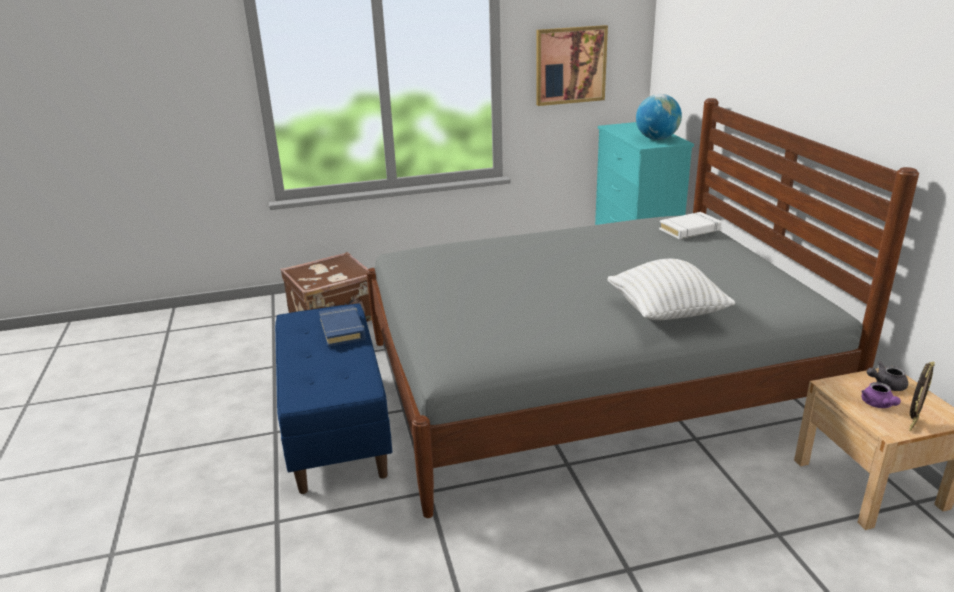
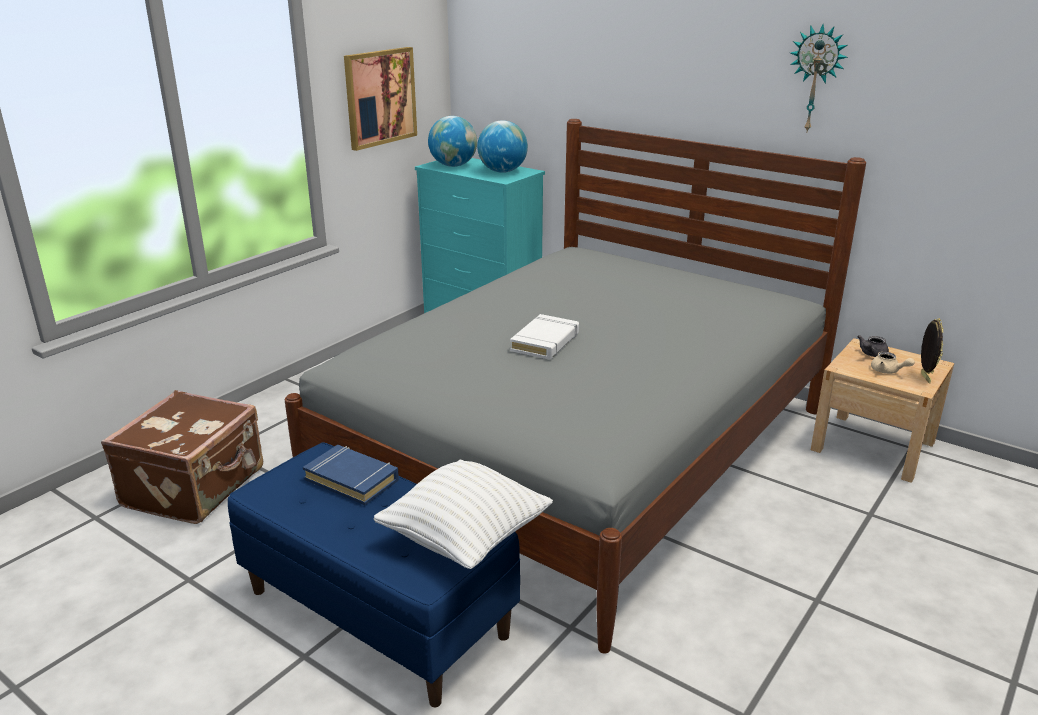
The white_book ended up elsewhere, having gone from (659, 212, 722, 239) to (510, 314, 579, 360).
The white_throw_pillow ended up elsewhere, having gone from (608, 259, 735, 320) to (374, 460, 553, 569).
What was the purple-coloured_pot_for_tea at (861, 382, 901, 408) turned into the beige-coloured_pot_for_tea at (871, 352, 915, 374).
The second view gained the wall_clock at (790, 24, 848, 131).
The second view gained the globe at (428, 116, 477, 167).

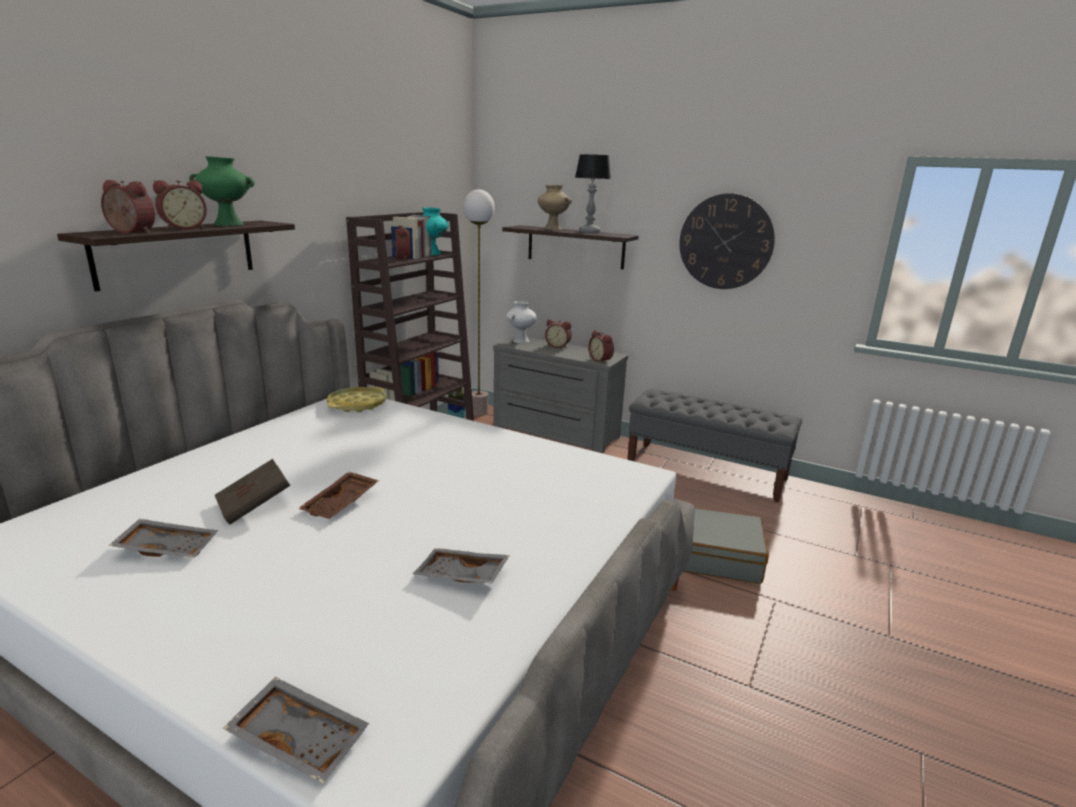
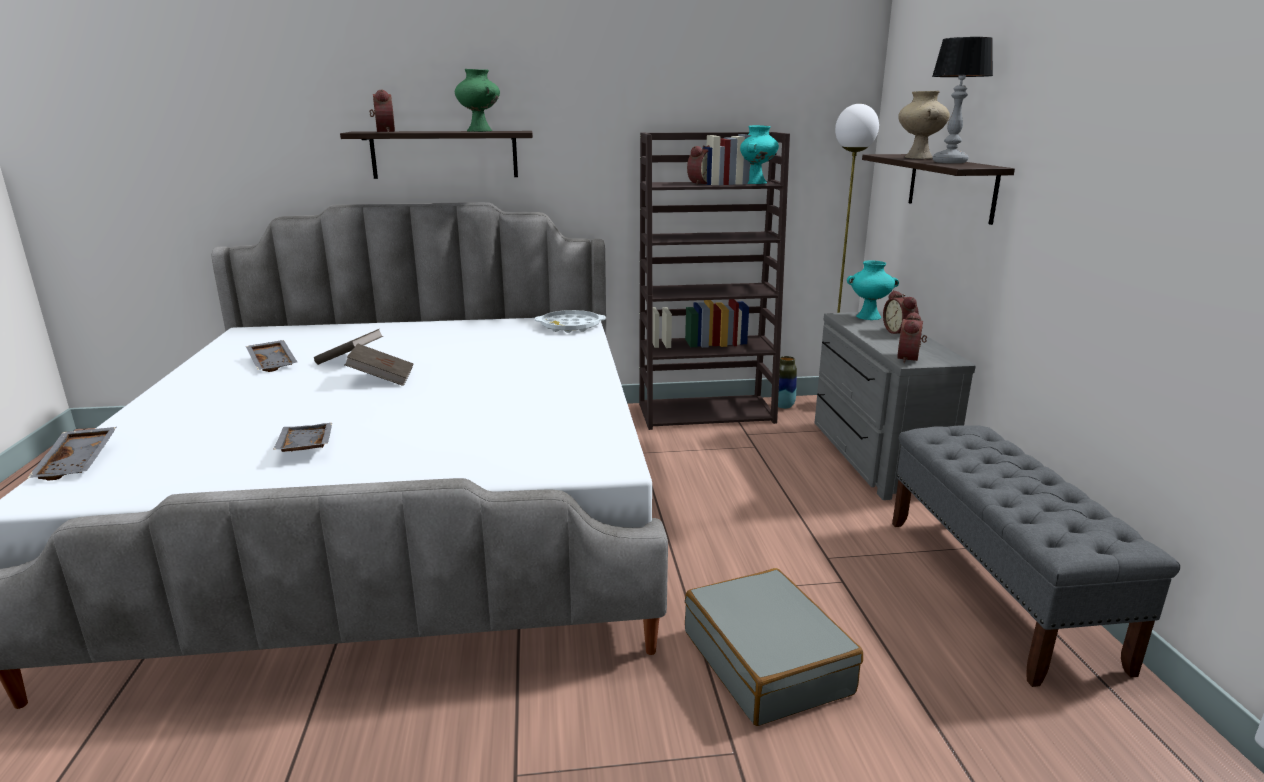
The second view lost the bedside_clock at (153, 180, 207, 229).
The second view lost the wall_clock at (679, 193, 775, 289).
What was the white_decorative_vase at (506, 301, 537, 343) turned into the turquoise_decorative_vase at (847, 260, 899, 320).
What was the yellow_tray at (327, 387, 386, 412) turned into the white_tray at (535, 310, 606, 333).
Where the brown_tray stood at (298, 472, 379, 519), the brown_book came to stand at (344, 344, 413, 386).

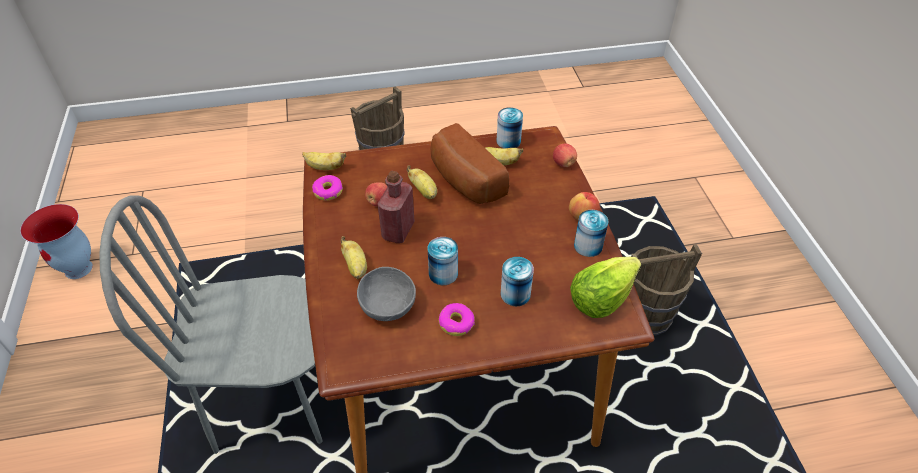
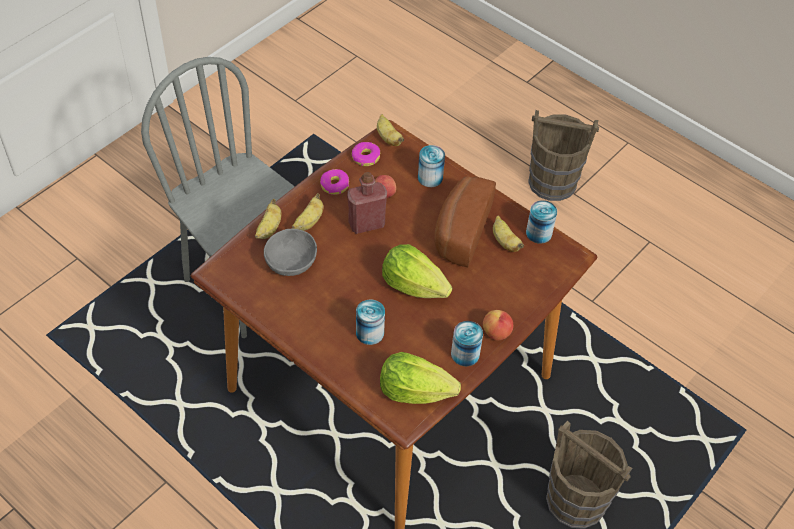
The second view lost the apple_fruit at (553, 143, 577, 167).
The banana ended up elsewhere, having gone from (407, 165, 437, 199) to (255, 199, 281, 239).
The second view lost the decorative_vase at (20, 204, 93, 279).
The metal_can ended up elsewhere, having gone from (428, 237, 458, 285) to (418, 145, 445, 187).
The donut ended up elsewhere, having gone from (439, 303, 475, 336) to (320, 169, 349, 195).
The second view gained the lettuce at (382, 244, 452, 298).

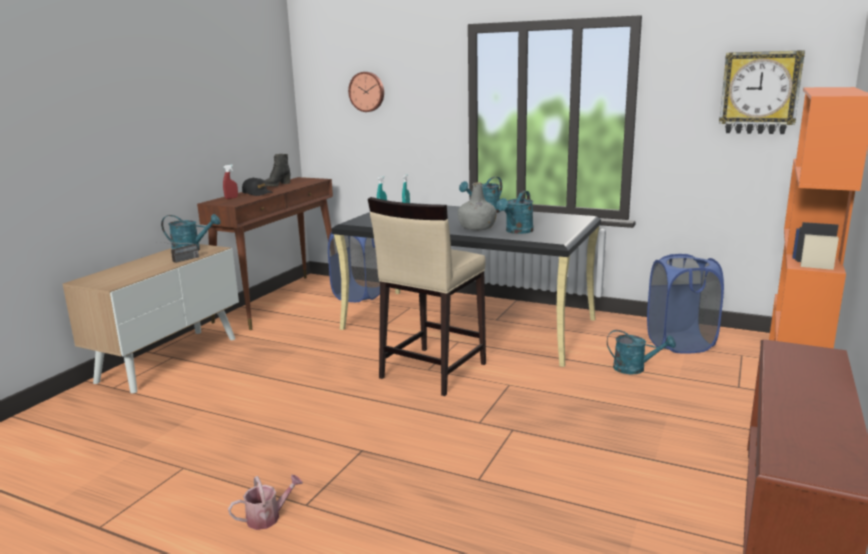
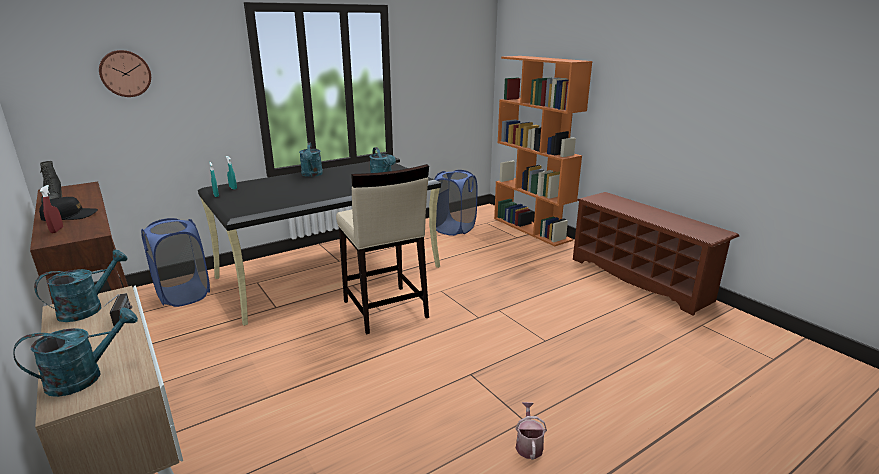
The second view lost the wall_clock at (719, 50, 805, 134).
The second view lost the greyish_drink_bottle at (458, 182, 497, 230).
The turquoise_sprinkling_can ended up elsewhere, having gone from (607, 330, 676, 374) to (14, 308, 138, 397).

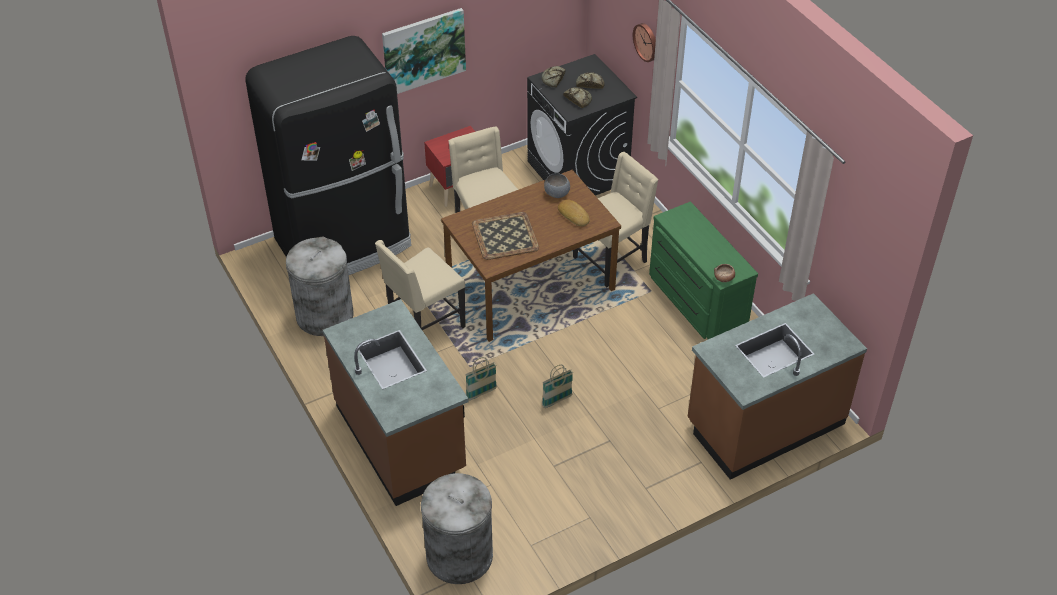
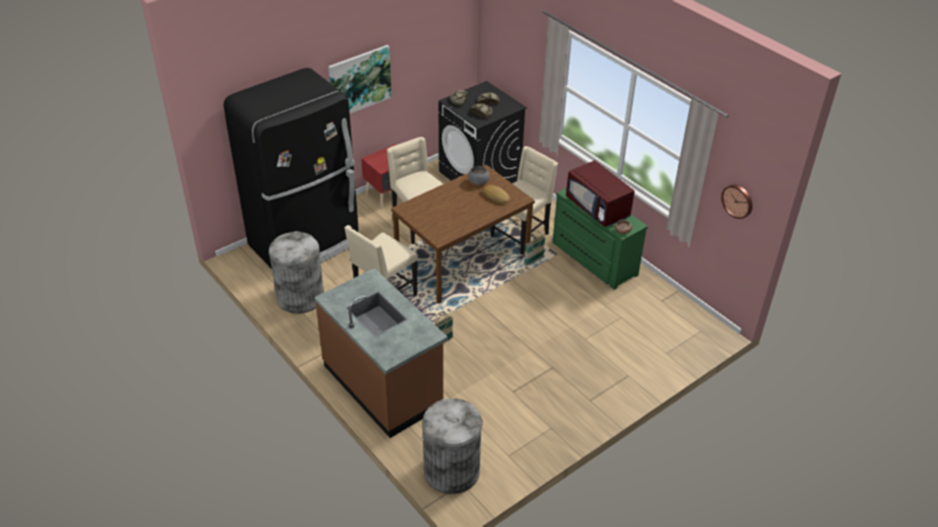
The wall_clock ended up elsewhere, having gone from (633, 23, 656, 62) to (721, 184, 753, 219).
The second view lost the tray at (472, 212, 539, 260).
The second view lost the brown_kitchen_counter at (687, 293, 867, 480).
The household_basket ended up elsewhere, having gone from (542, 365, 573, 408) to (524, 230, 546, 266).
The second view gained the red-coloured_kitchen_microwave at (566, 160, 634, 227).

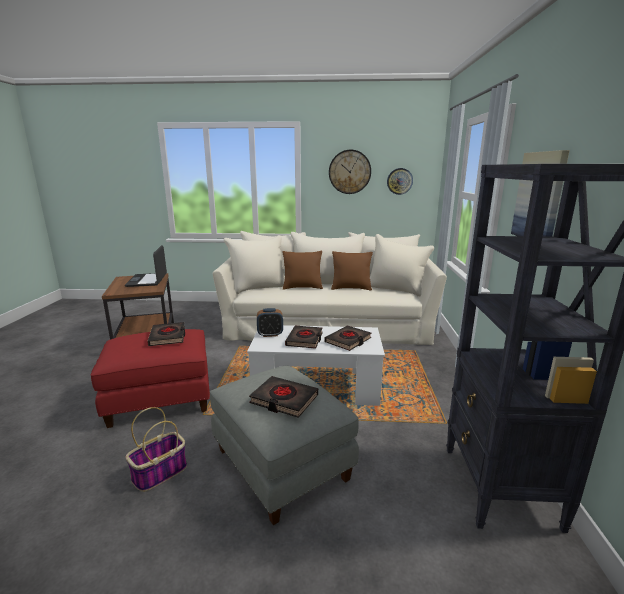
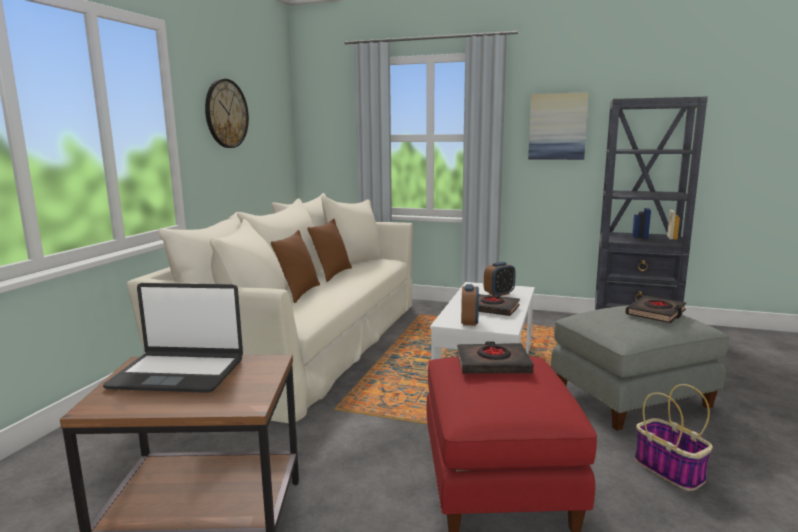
The second view lost the wall_clock at (387, 168, 413, 195).
Where the blackish_book stood at (324, 326, 371, 351), the bedside_clock came to stand at (484, 262, 516, 296).

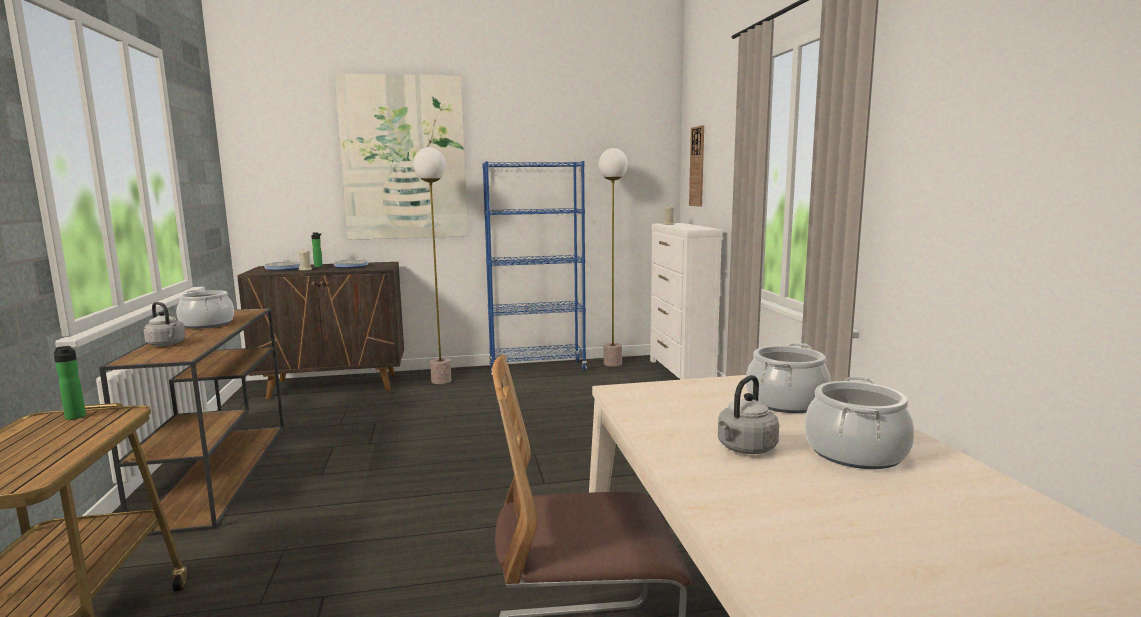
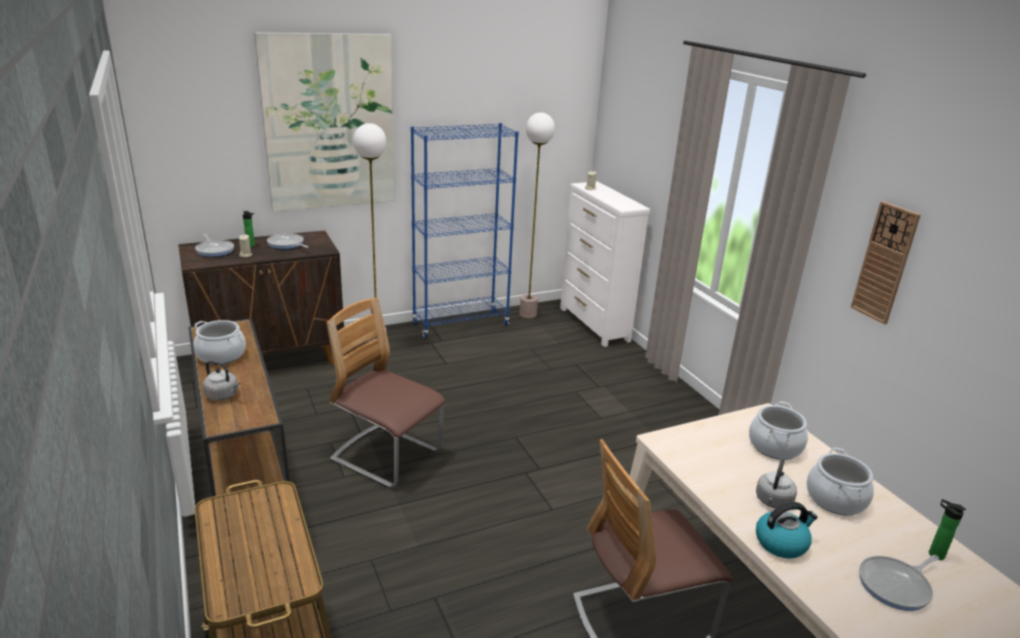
The wall_clock ended up elsewhere, having gone from (689, 125, 704, 207) to (851, 201, 921, 325).
The drink_bottle ended up elsewhere, having gone from (54, 346, 86, 420) to (929, 499, 966, 560).
The second view gained the chair at (327, 298, 445, 487).
The second view gained the tea_kettle at (756, 502, 818, 559).
The second view gained the pan at (859, 555, 939, 611).

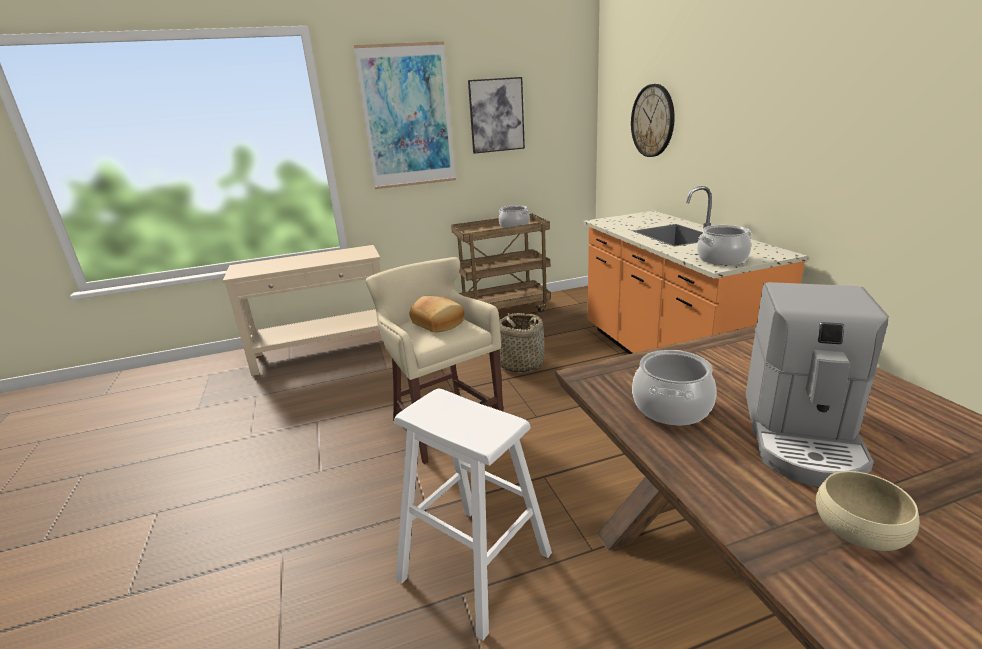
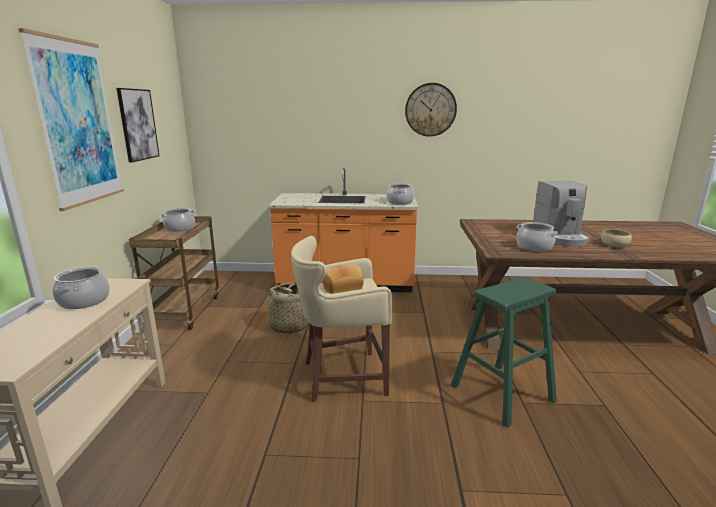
The wall_clock ended up elsewhere, having gone from (631, 84, 675, 157) to (405, 83, 457, 137).
The coffee_maker at (746, 282, 889, 487) ended up facing another way, 45 degrees clockwise from before.
What was the white_stool at (394, 389, 552, 640) turned into the green-coloured_stool at (451, 277, 557, 428).
The second view gained the saucepot at (53, 267, 110, 309).

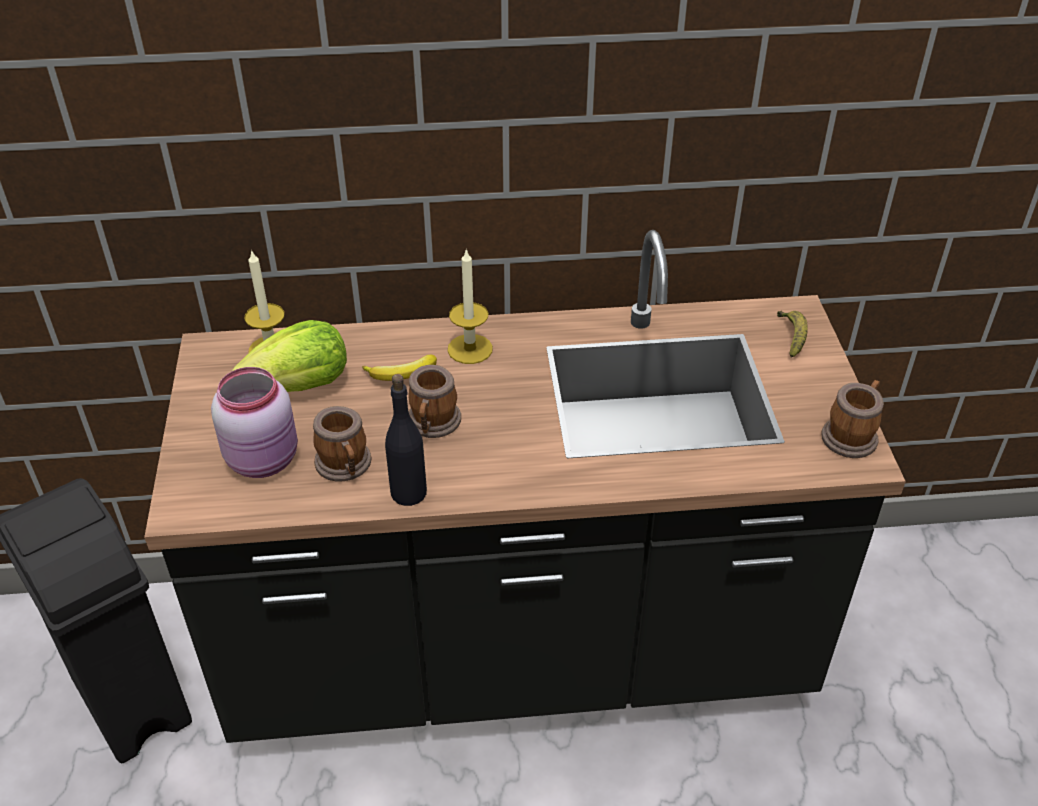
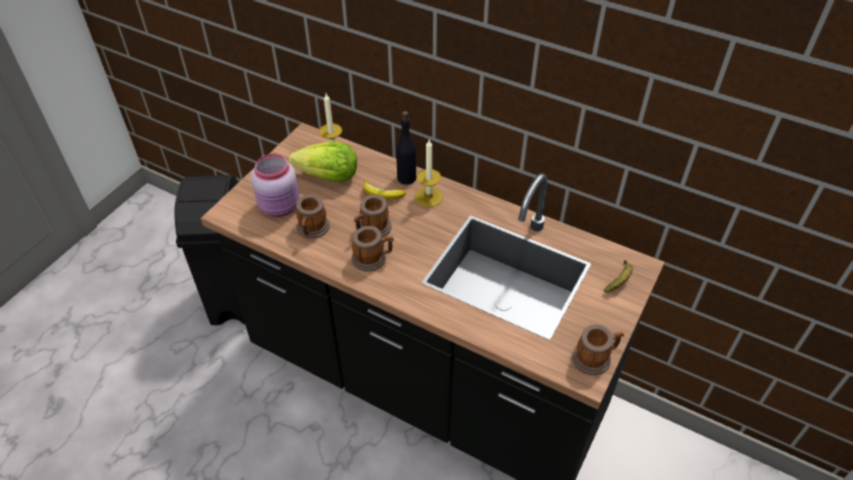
The blackish_drink_bottle ended up elsewhere, having gone from (385, 374, 427, 506) to (396, 111, 416, 185).
The second view gained the tea_mug at (352, 226, 394, 271).

